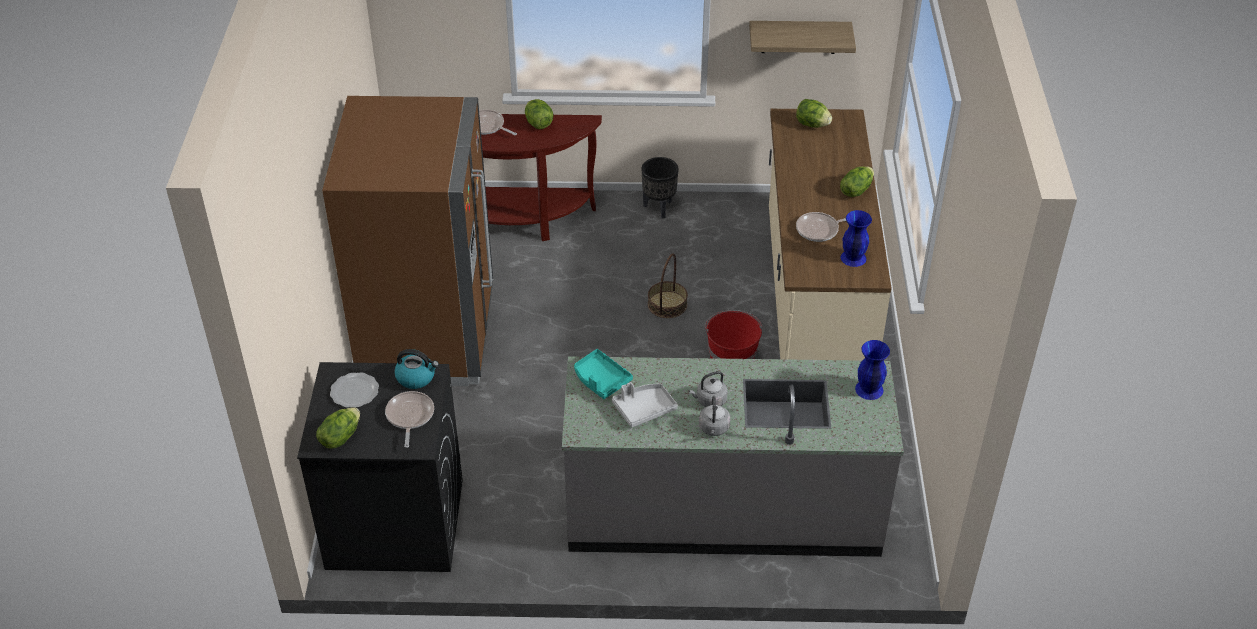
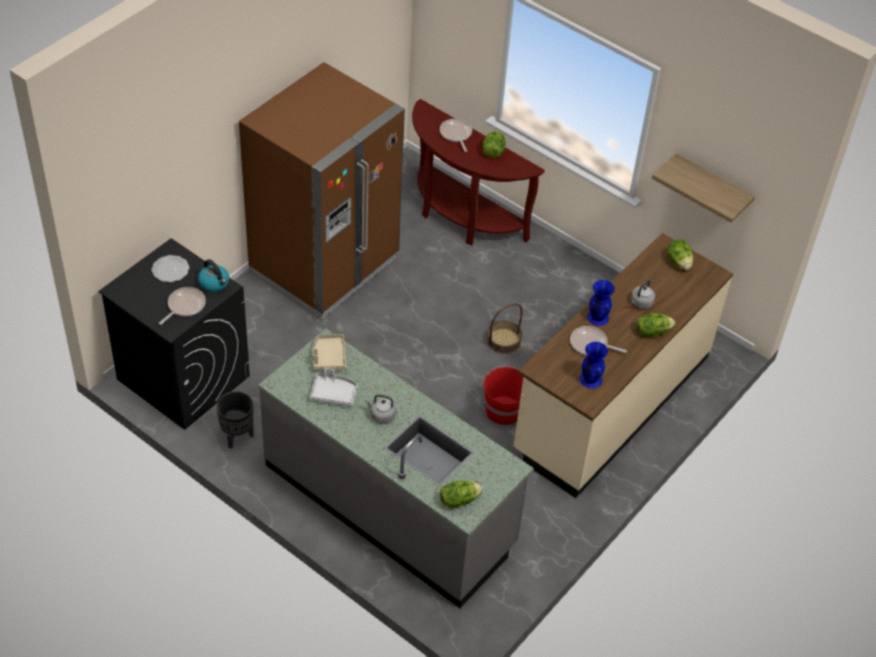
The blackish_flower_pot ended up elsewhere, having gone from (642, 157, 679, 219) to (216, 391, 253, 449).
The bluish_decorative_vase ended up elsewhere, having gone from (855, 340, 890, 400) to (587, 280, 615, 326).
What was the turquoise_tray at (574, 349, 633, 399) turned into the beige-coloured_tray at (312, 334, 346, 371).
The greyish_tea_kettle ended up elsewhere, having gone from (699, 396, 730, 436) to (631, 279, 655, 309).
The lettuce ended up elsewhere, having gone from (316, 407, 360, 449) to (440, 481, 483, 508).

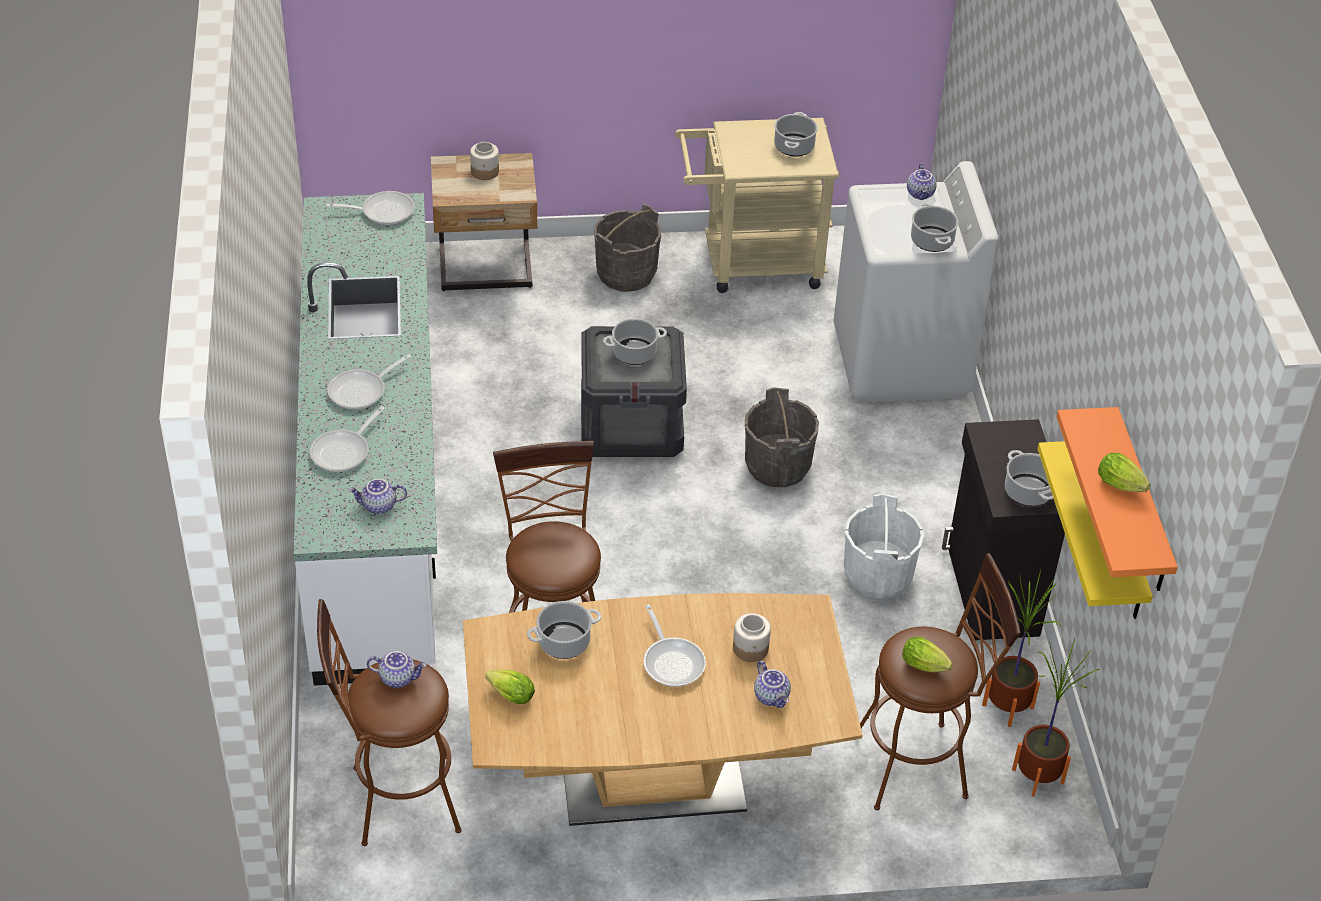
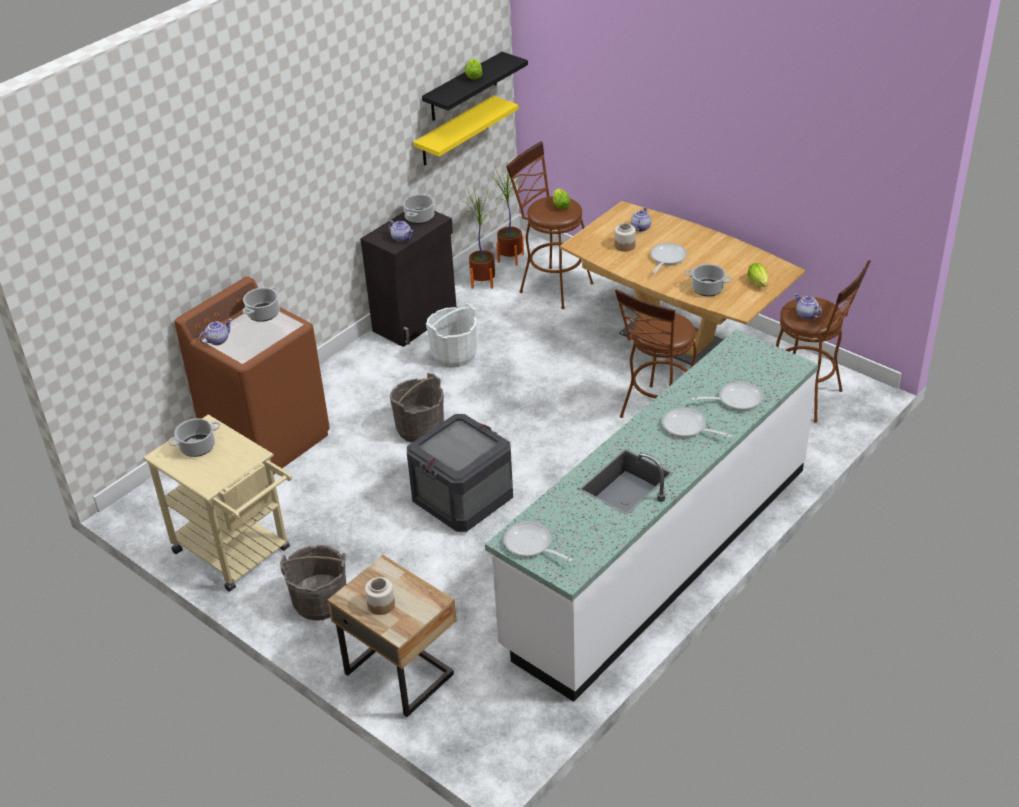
What was the white_laundry_machine at (833, 161, 999, 403) turned into the brown_laundry_machine at (174, 276, 330, 475).
The second view lost the saucepot at (603, 318, 667, 365).
The pan at (327, 354, 411, 410) ended up facing another way, 150 degrees counterclockwise from before.
What was the orange-coloured_bracket_shelf at (1056, 407, 1178, 591) turned into the blackish_bracket_shelf at (422, 52, 528, 121).
The pot_for_tea ended up elsewhere, having gone from (348, 479, 407, 514) to (388, 220, 413, 242).

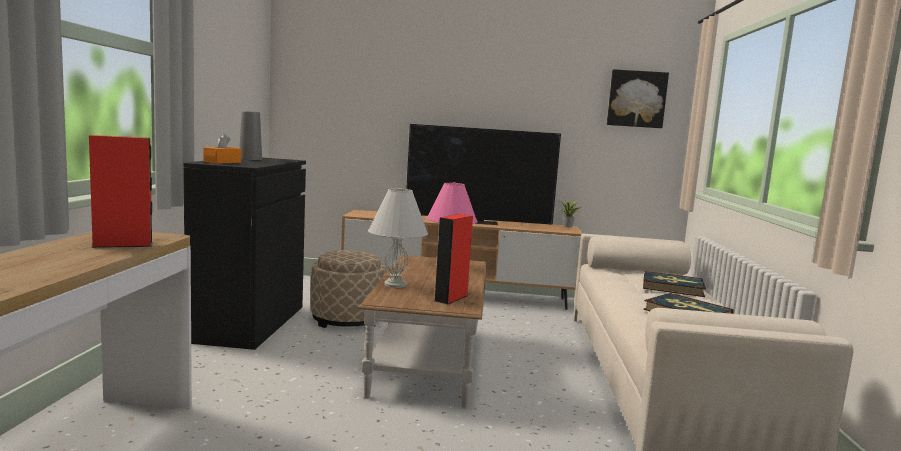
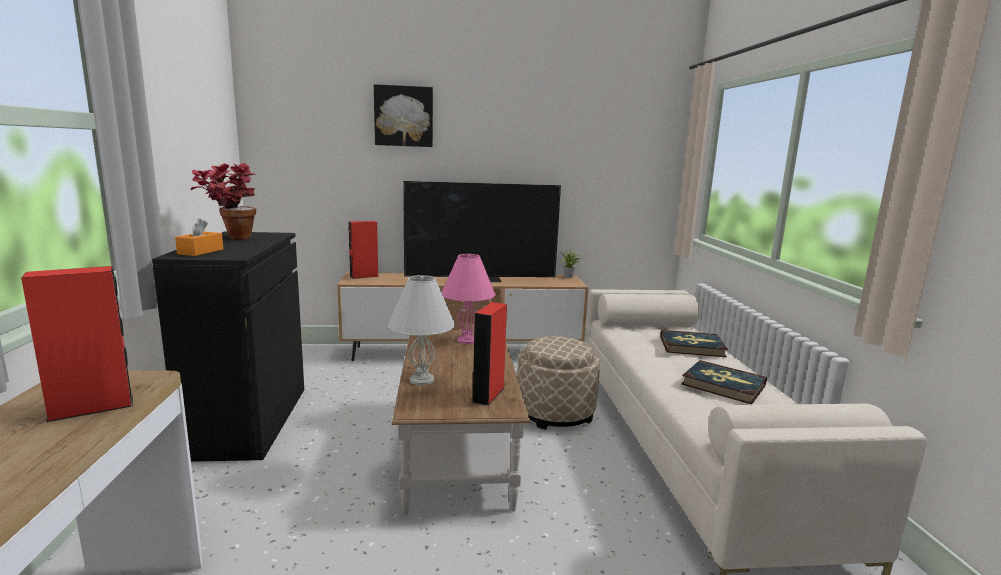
The picture ended up elsewhere, having gone from (607, 69, 669, 128) to (374, 84, 433, 147).
Where the greyish_decorative_vase stood at (239, 111, 262, 160), the houseplant came to stand at (191, 163, 256, 240).
The beige-coloured_footrest ended up elsewhere, having gone from (310, 250, 386, 328) to (517, 336, 600, 430).
The second view gained the red-coloured_speaker at (348, 221, 379, 279).

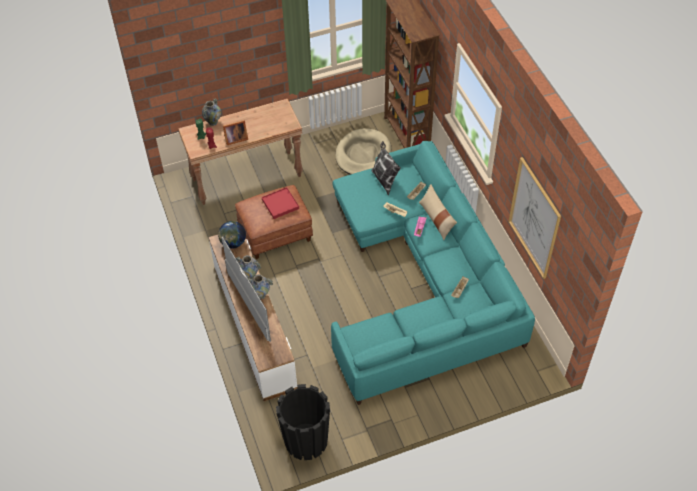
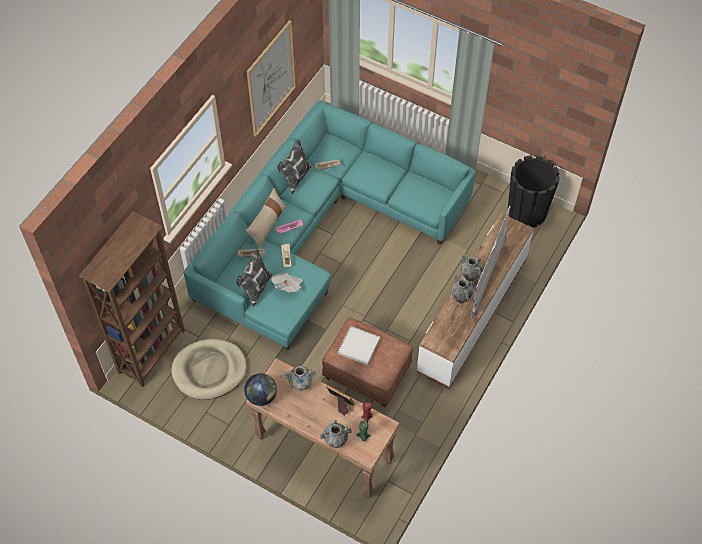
What was the red-coloured_tray at (262, 187, 299, 219) turned into the white_tray at (338, 326, 380, 365).
The globe ended up elsewhere, having gone from (218, 221, 246, 249) to (244, 373, 277, 406).
The second view gained the throw_pillow at (277, 139, 312, 194).
The second view gained the daily_paper at (271, 273, 303, 293).
The second view gained the decorative_vase at (285, 366, 316, 391).

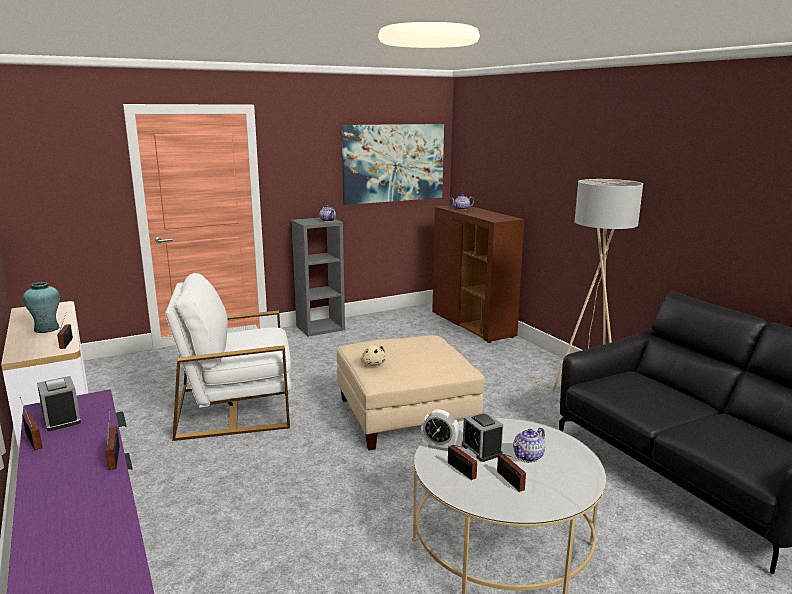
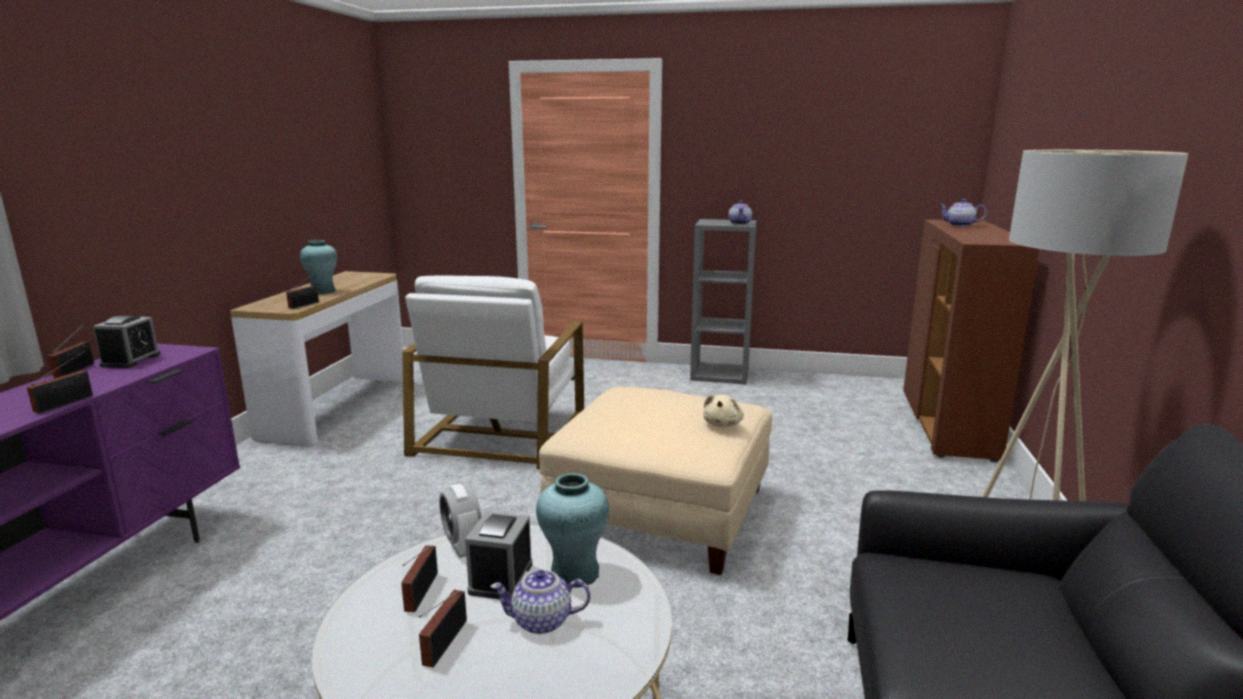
The second view lost the picture at (342, 124, 444, 205).
The white_lounge_chair at (165, 273, 292, 441) ended up facing another way, 105 degrees counterclockwise from before.
The beige-coloured_plush_toy ended up elsewhere, having gone from (360, 345, 386, 366) to (703, 394, 744, 427).
The second view gained the turquoise_decorative_vase at (536, 473, 609, 588).

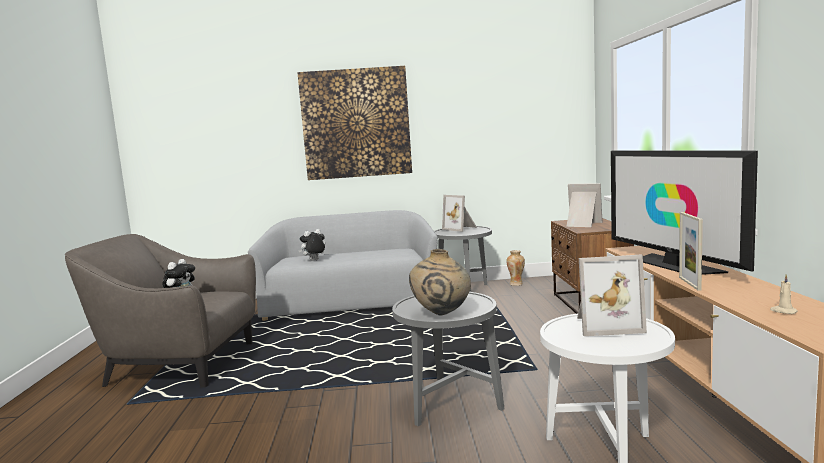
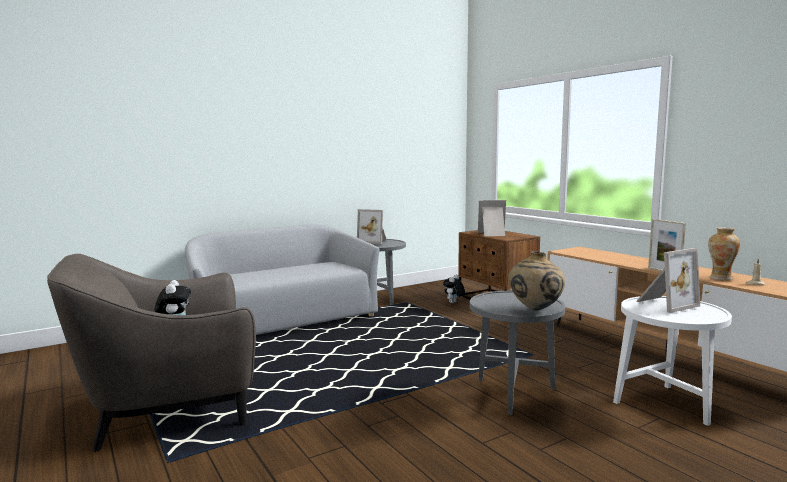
The second view lost the picture at (297, 66, 412, 180).
The second view lost the TV at (611, 151, 758, 275).
The plush_toy ended up elsewhere, having gone from (298, 229, 326, 261) to (443, 275, 465, 303).
The decorative_vase ended up elsewhere, having gone from (506, 250, 525, 286) to (708, 228, 740, 280).

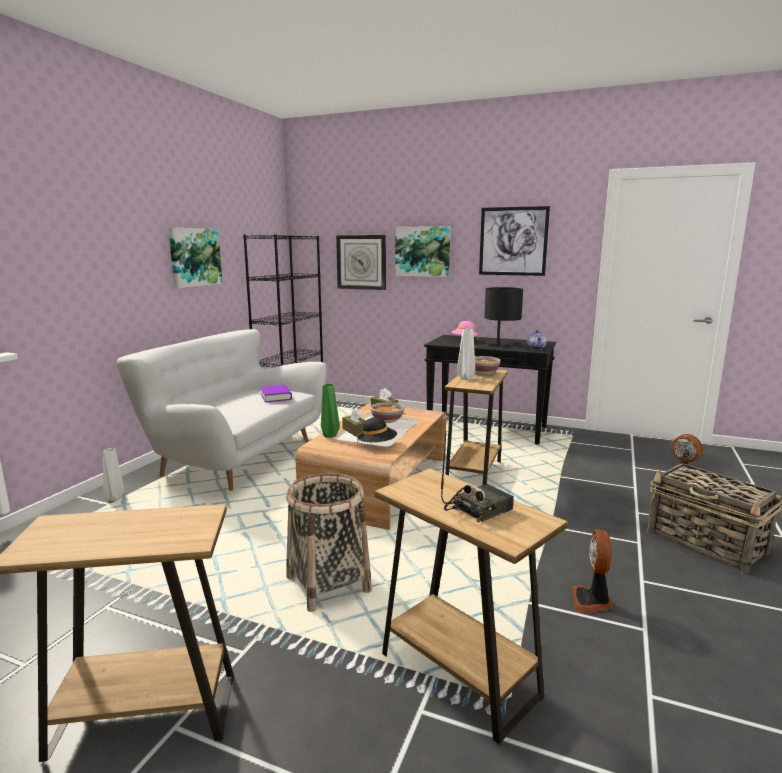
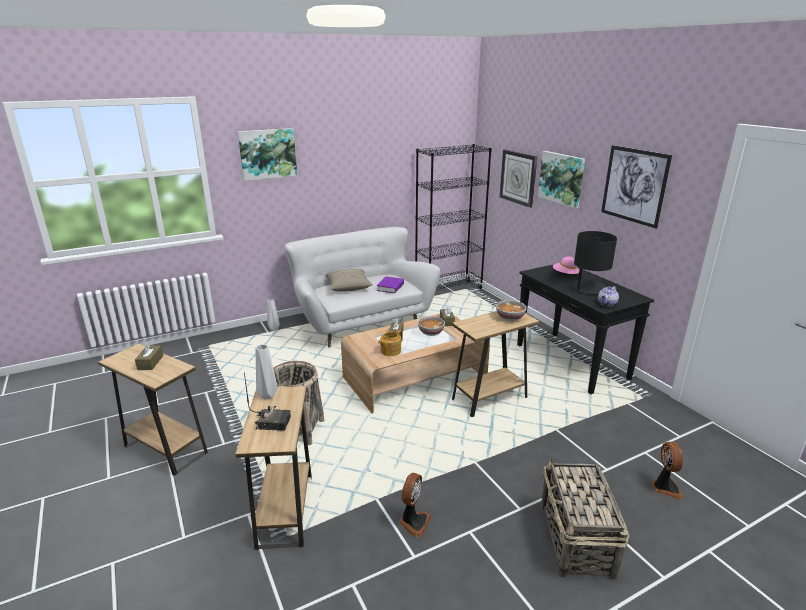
The picture ended up elsewhere, having gone from (168, 227, 223, 288) to (238, 128, 297, 181).
The greyish_decorative_vase ended up elsewhere, having gone from (457, 329, 475, 380) to (255, 344, 278, 399).
The second view lost the green-coloured_decorative_vase at (321, 384, 340, 438).
Where the blackish_clothing_hat stood at (357, 417, 397, 444), the pot_for_tea came to stand at (378, 330, 403, 356).
The electric_fan at (571, 529, 613, 613) ended up facing another way, 150 degrees clockwise from before.
The second view gained the beige-coloured_throw_pillow at (325, 269, 373, 292).
The second view gained the brown_tissue_box at (135, 341, 163, 370).

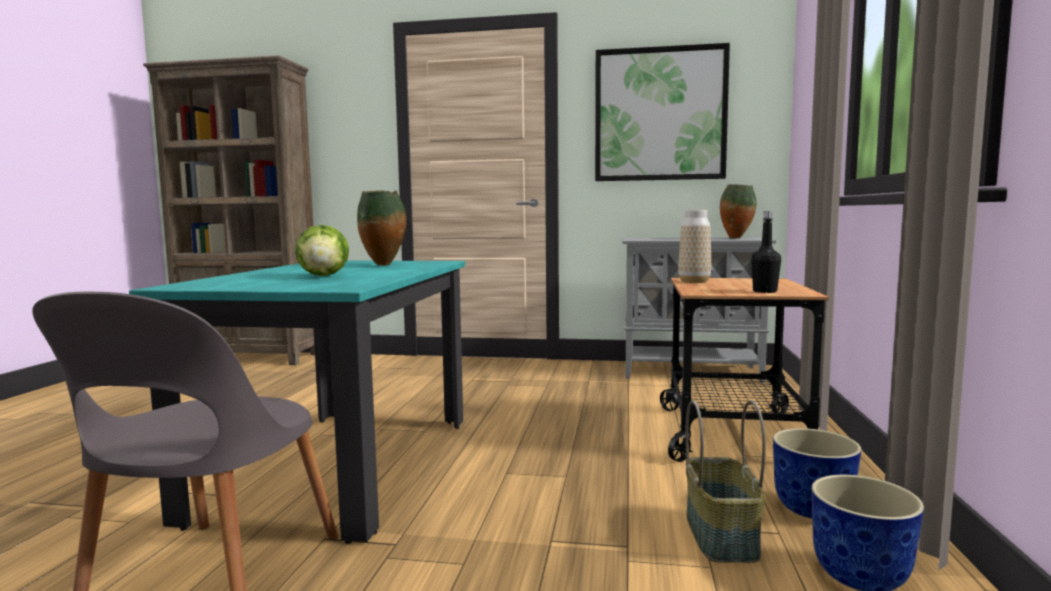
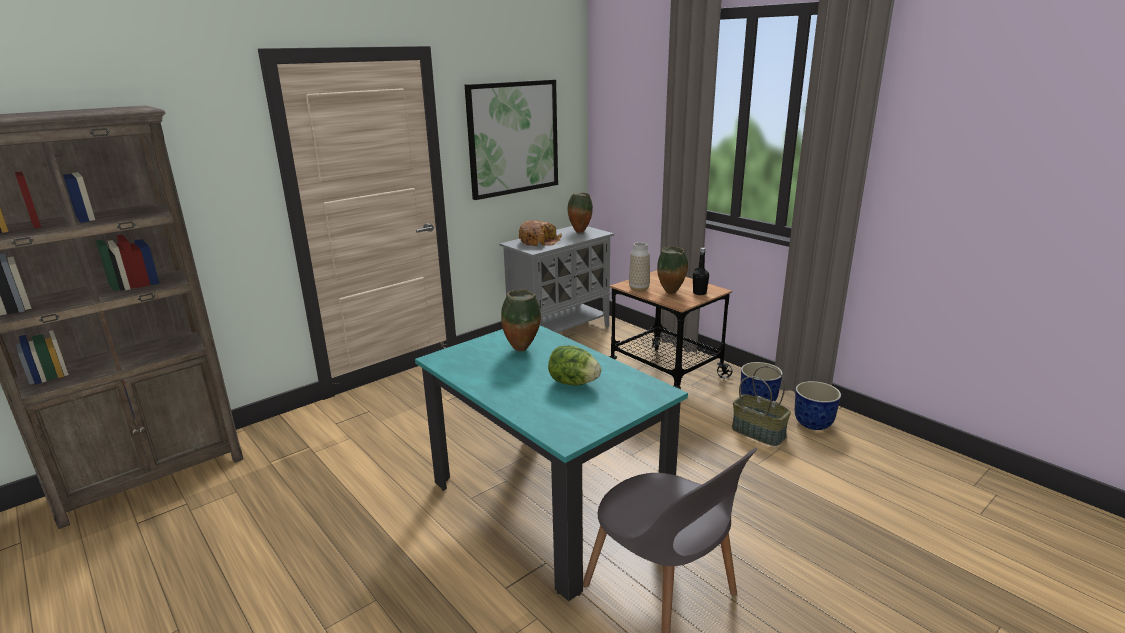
The second view gained the bread at (519, 220, 562, 246).
The second view gained the decorative_vase at (657, 246, 688, 294).

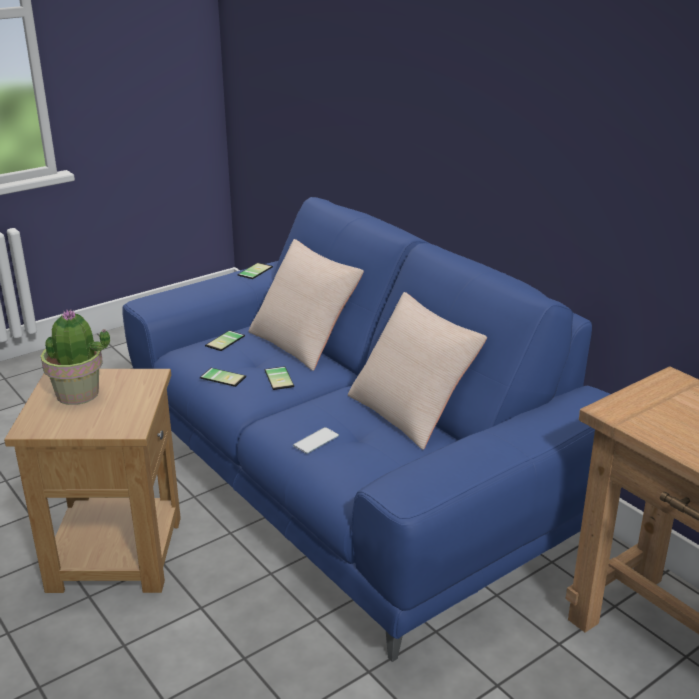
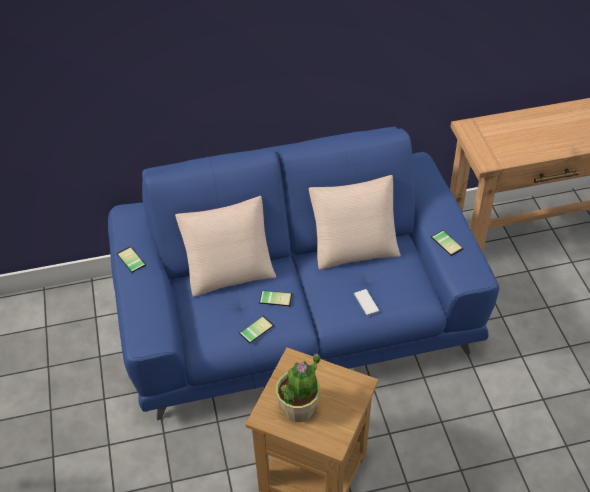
The handset ended up elsewhere, having gone from (205, 330, 245, 351) to (431, 230, 464, 256).

